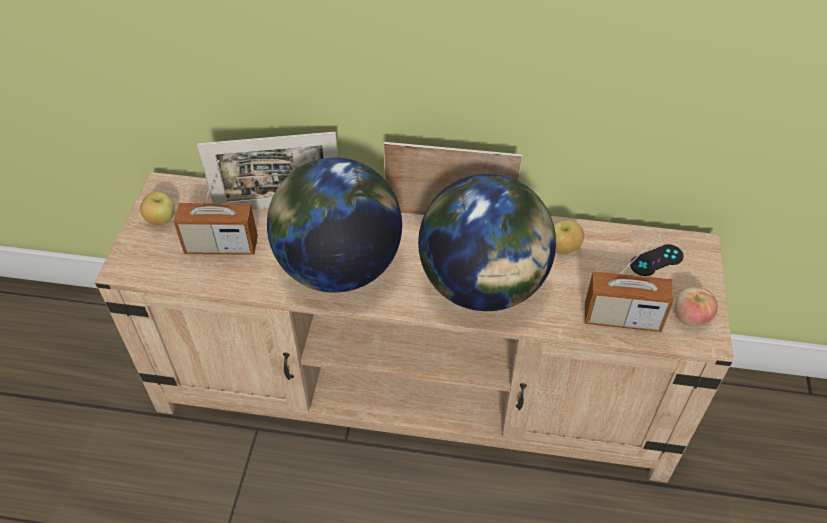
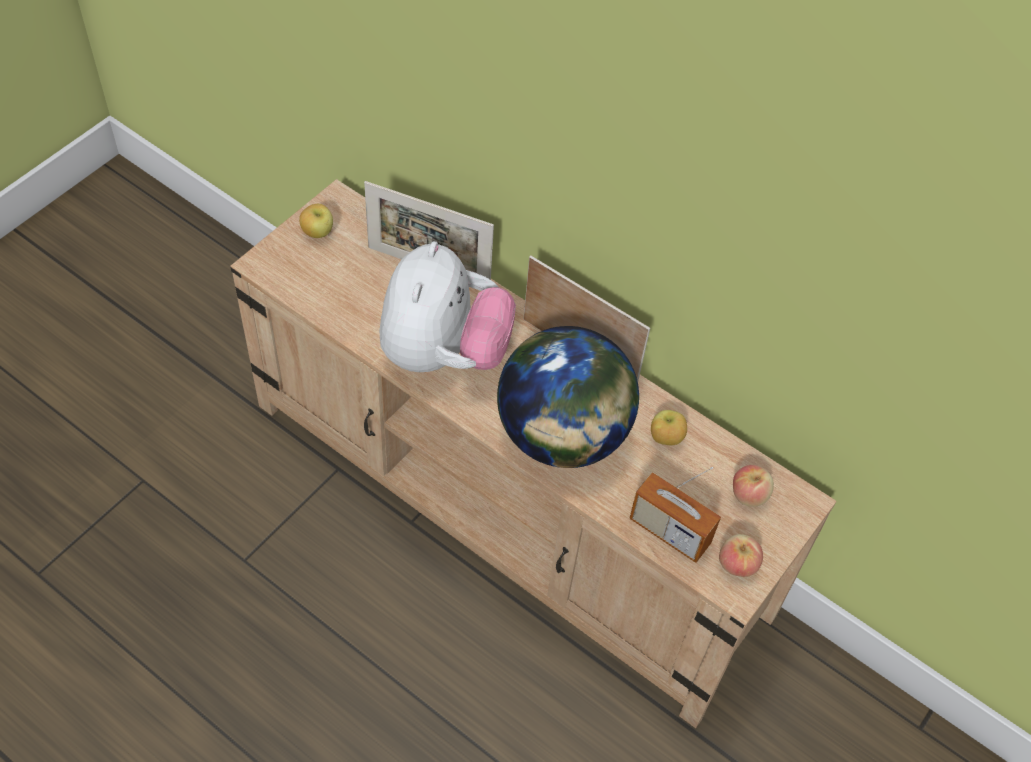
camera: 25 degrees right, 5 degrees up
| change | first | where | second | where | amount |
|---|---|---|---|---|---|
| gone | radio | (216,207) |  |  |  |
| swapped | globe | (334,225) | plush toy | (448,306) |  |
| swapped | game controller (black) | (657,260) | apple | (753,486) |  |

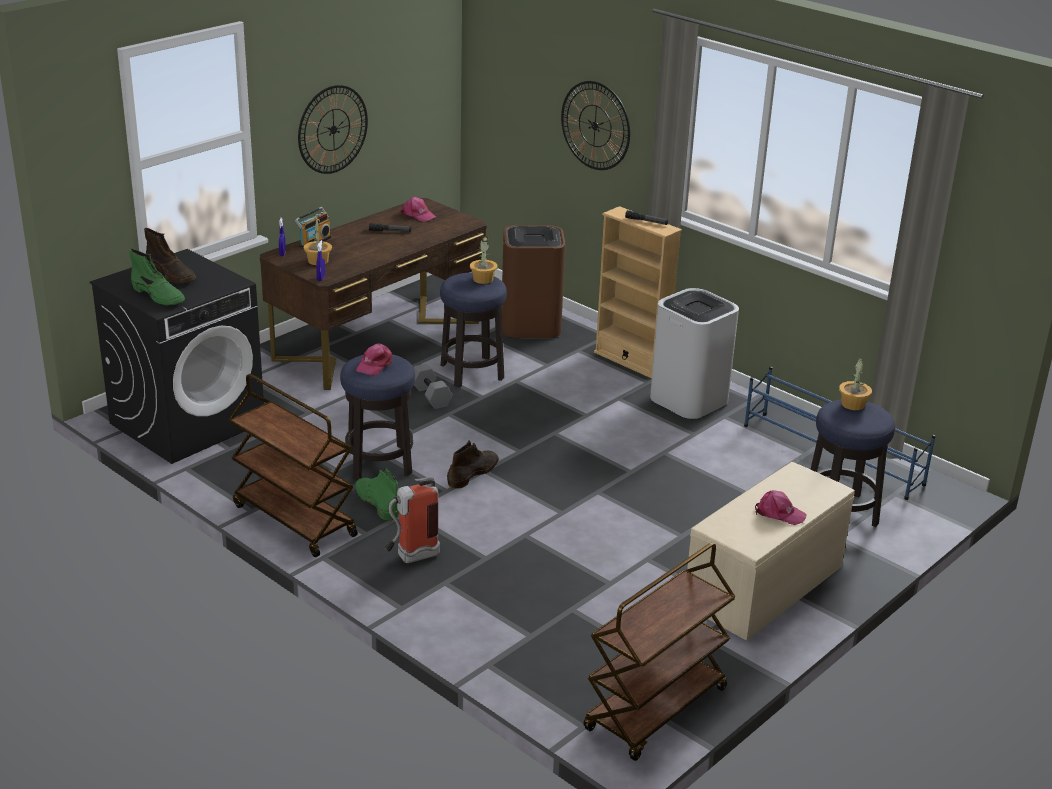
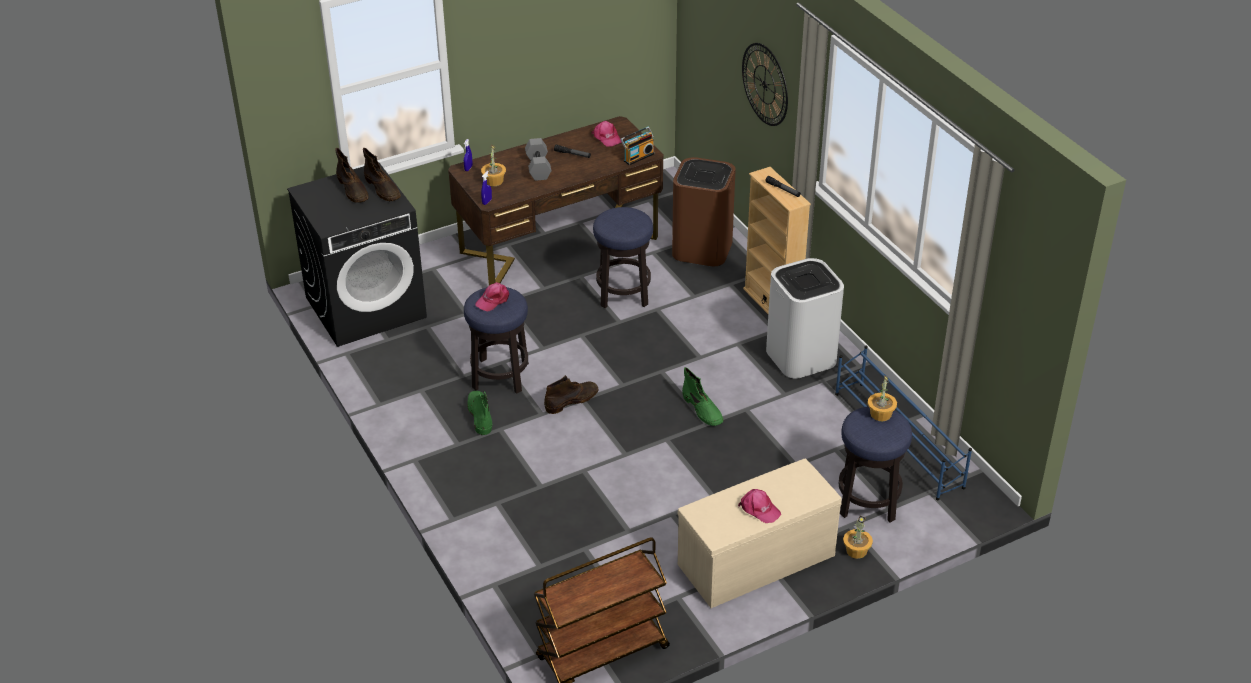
camera: 20 degrees right, 10 degrees up
| change | first | where | second | where | amount |
|---|---|---|---|---|---|
| gone | cart (brown) | (293,465) |  |  |  |
| gone | wall clock | (333,129) |  |  |  |
| gone | fire extinguisher | (412,519) |  |  |  |
| new |  |  | boot (brown) | (382,174) |  |
| shifted | boot (green) | (157,276) |  | (703,396) |  |
| shifted | radio | (313,227) |  | (637,146) |  |
| shifted | dumbbell (grey) | (433,386) |  | (538,159) |  |
| shifted | potted plant | (483,260) |  | (858,537) |  |

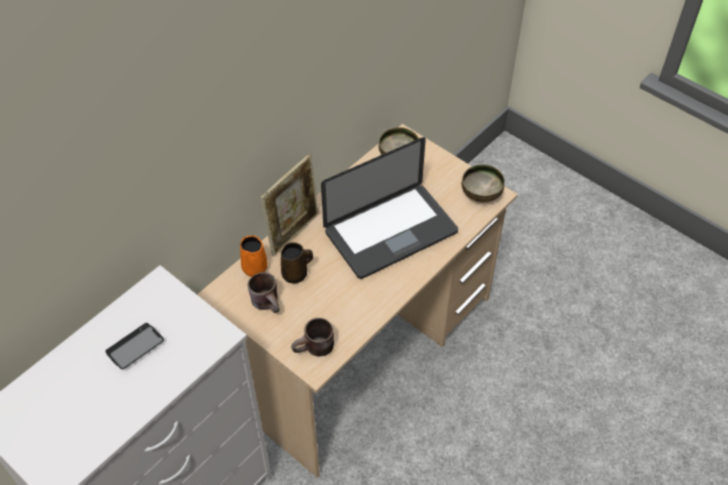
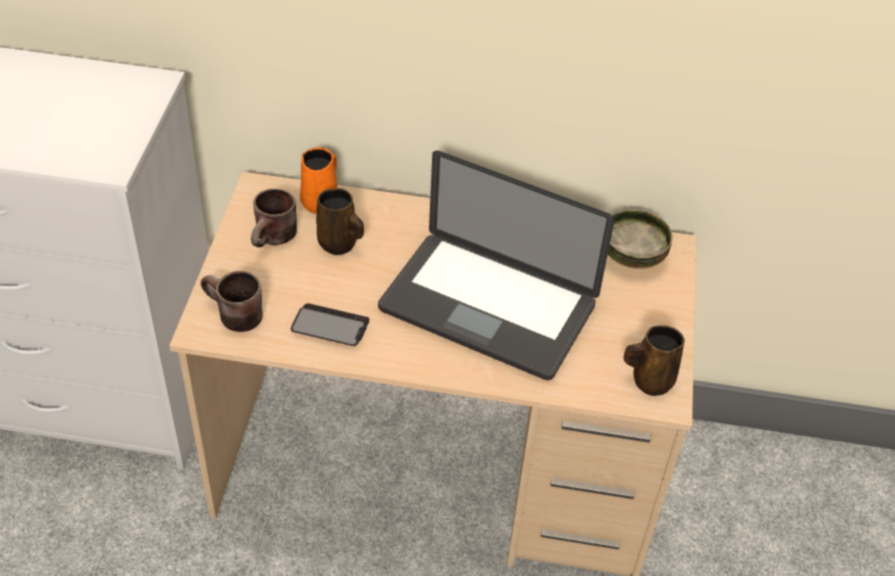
camera: 55 degrees right, 5 degrees down
| change | first | where | second | where | amount |
|---|---|---|---|---|---|
| gone | picture frame | (289,205) |  |  |  |
| shifted | phone | (134,346) |  | (330,324) |  |
| swapped | bowl | (483,183) | mug (brown) | (654,360) |  |

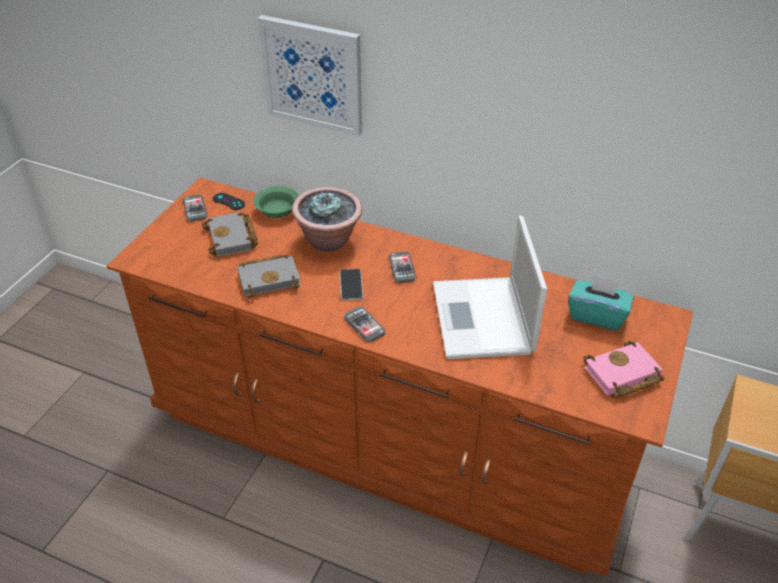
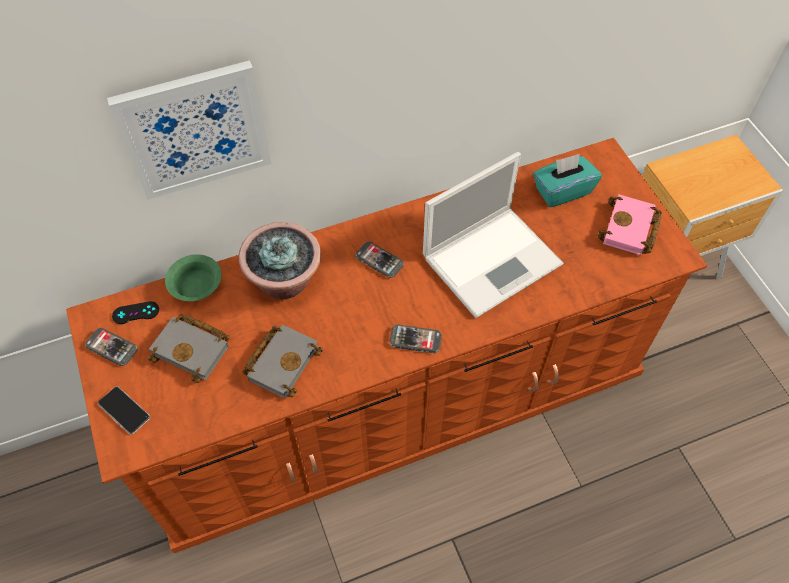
camera: 45 degrees left, 15 degrees up
| change | first | where | second | where | amount |
|---|---|---|---|---|---|
| shifted | phone | (351,285) |  | (124,410) |  |
| rotated | laptop | (490,287) |  | (493,235) | 75 degrees counterclockwise |

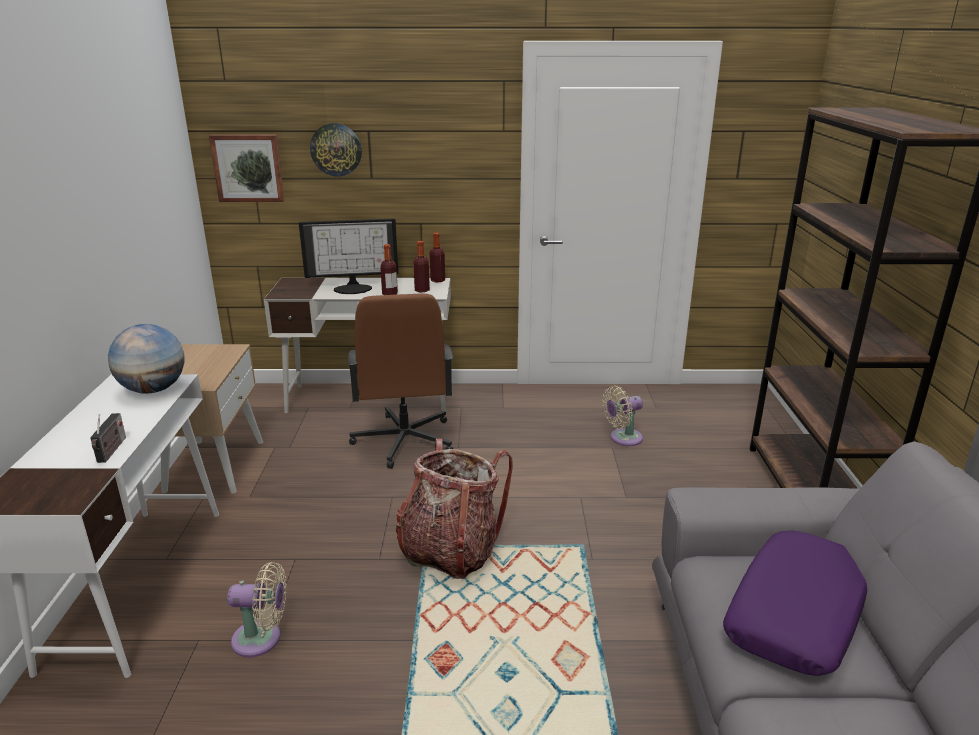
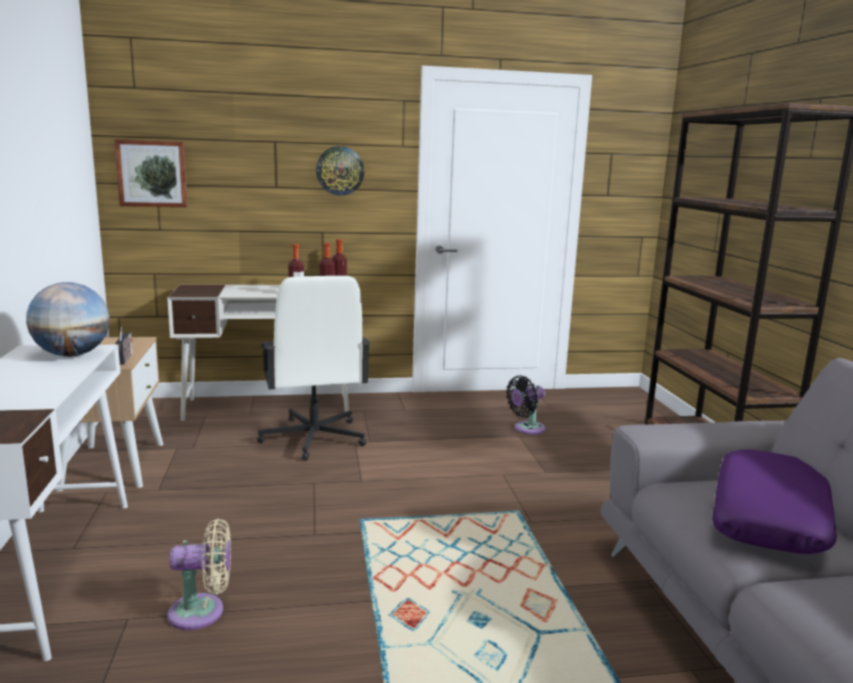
camera: 10 degrees left, 10 degrees down
| change | first | where | second | where | amount |
|---|---|---|---|---|---|
| gone | monitor | (348,256) |  |  |  |
| gone | backpack | (454,508) |  |  |  |
| shifted | radio | (108,438) |  | (124,346) |  |
| shifted | wall clock | (336,149) |  | (340,171) |  |
| repainted | office chair (brown) | (400,381) | office chair (white) | (313,368) |  |
| repainted | fan (beige) | (623,416) | fan (black) | (526,405) |  |

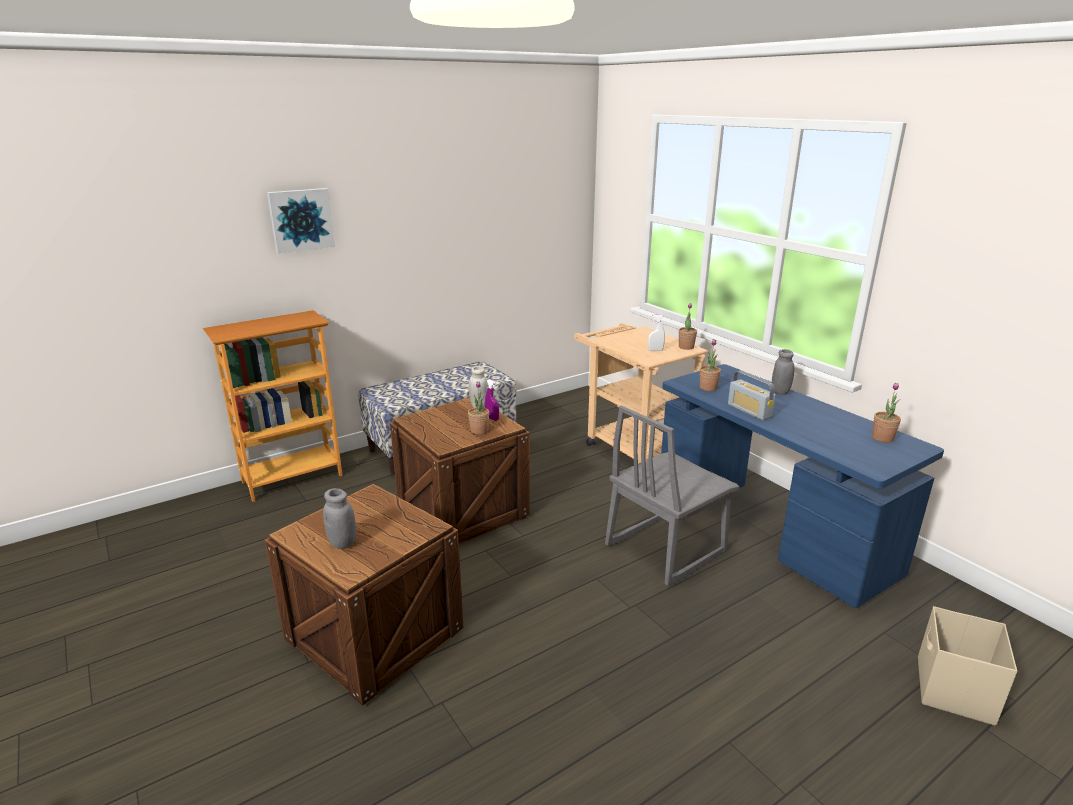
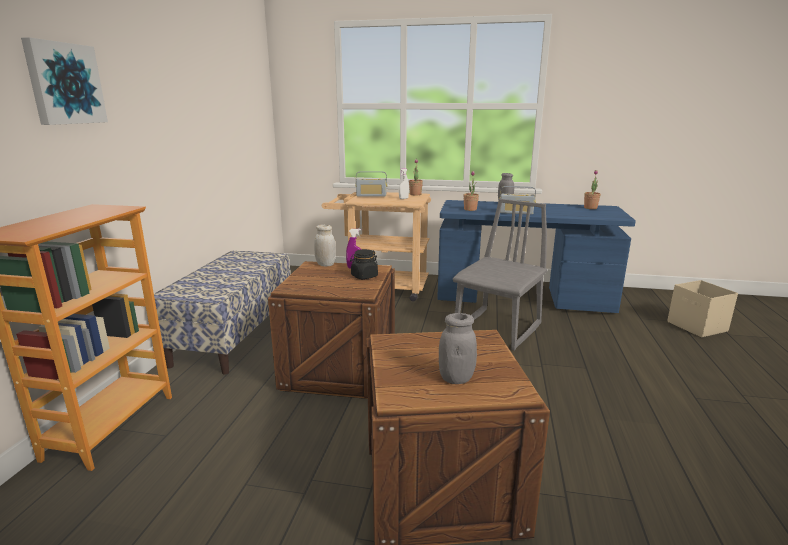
camera: 45 degrees left, 5 degrees down
| change | first | where | second | where | amount |
|---|---|---|---|---|---|
| new |  |  | radio | (371,184) |  |
| swapped | potted plant | (478,407) | jar (black) | (364,264) |  |
| rotated | chair (grey) | (672,495) |  | (500,275) | 150 degrees counterclockwise |

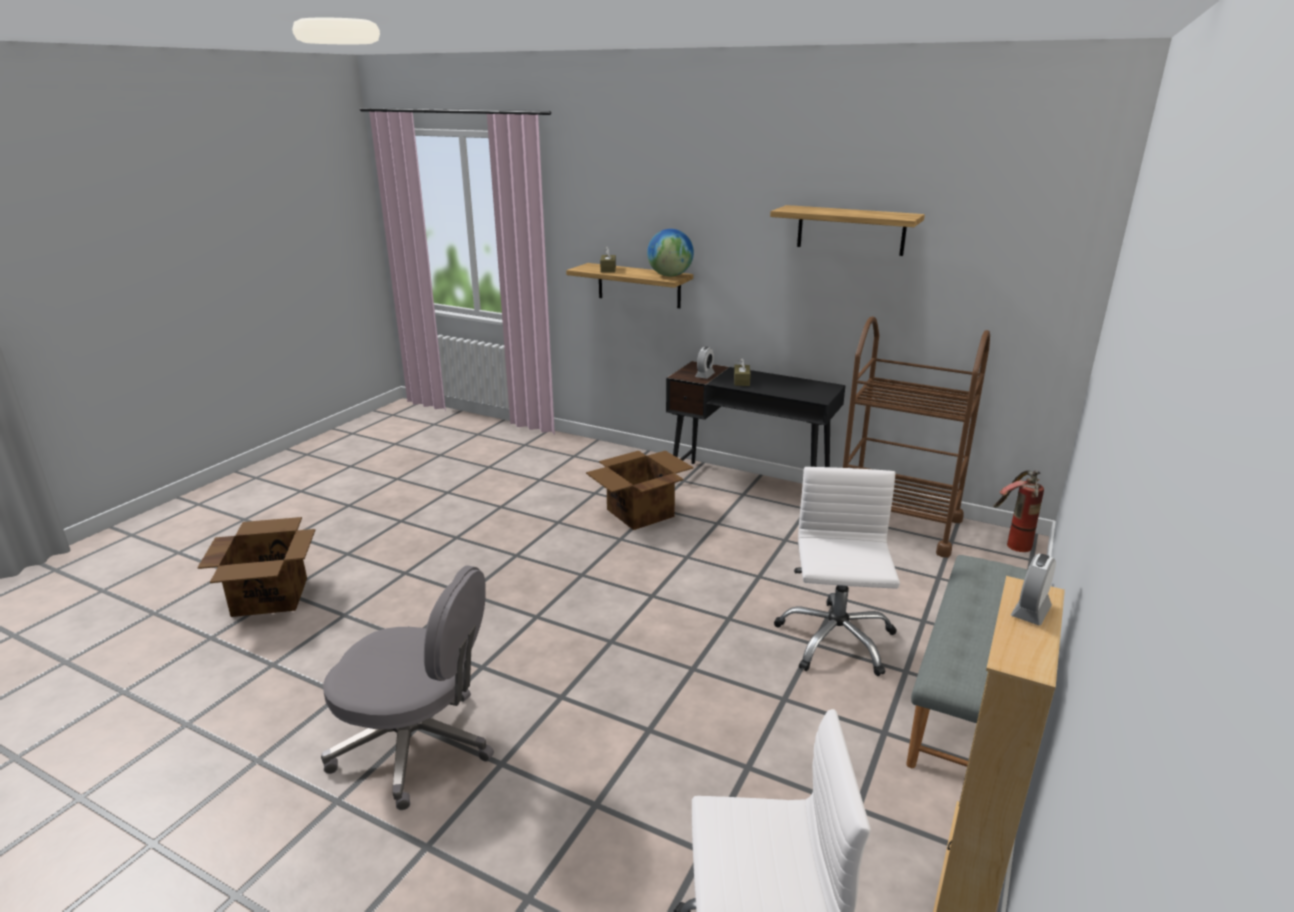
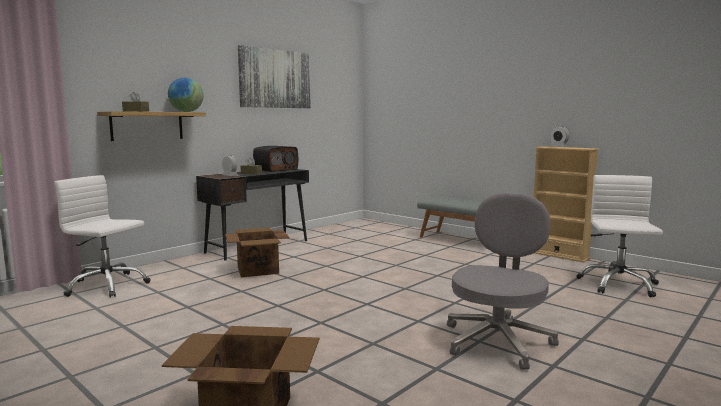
camera: 75 degrees left, 15 degrees down
| change | first | where | second | where | amount |
|---|---|---|---|---|---|
| gone | cart (brown) | (916,437) |  |  |  |
| gone | fire extinguisher | (1019,511) |  |  |  |
| new |  |  | radio | (275,159) |  |
| shifted | office chair (white) | (837,571) |  | (102,236) |  |
| swapped | shelf | (847,230) | picture | (274,76) |  |

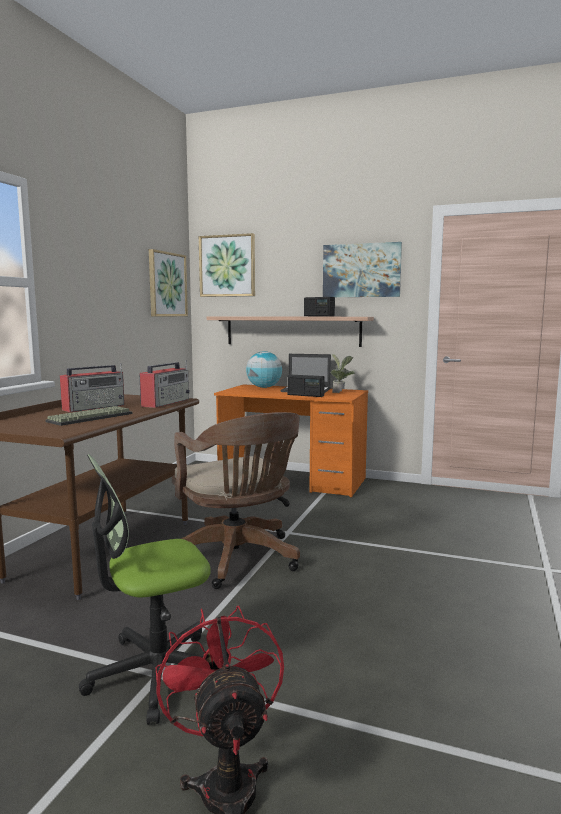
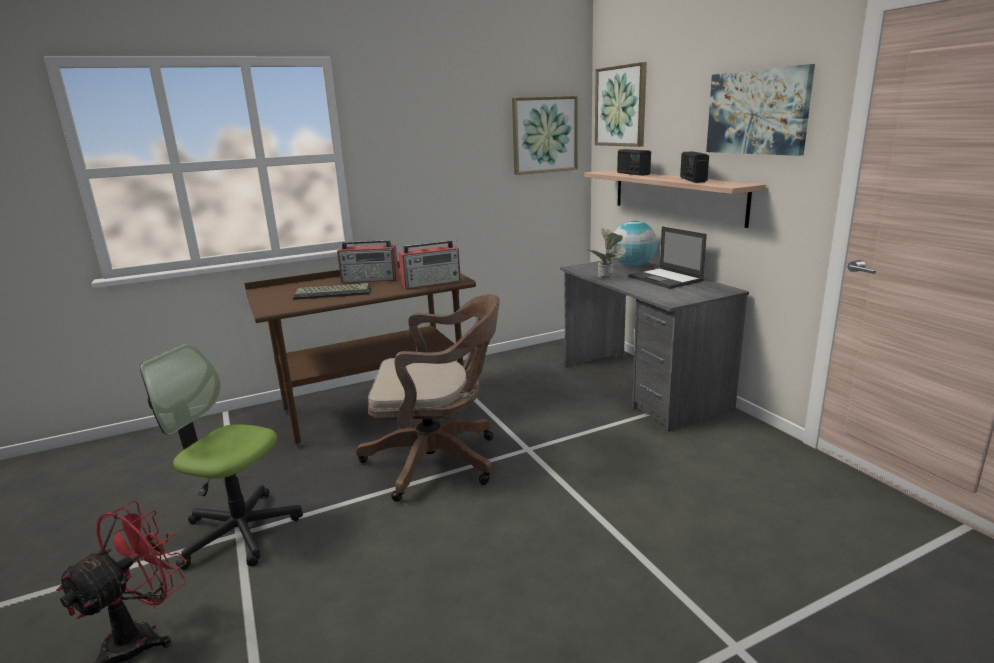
camera: 45 degrees right, 10 degrees up
| change | first | where | second | where | amount |
|---|---|---|---|---|---|
| shifted | radio | (306,386) |  | (634,162) |  |
| shifted | potted plant | (343,373) |  | (607,252) |  |
| repainted | desk (orange) | (291,441) | desk (grey) | (654,345) |  |
| rotated | office chair (brown) | (236,500) |  | (428,398) | 105 degrees counterclockwise |

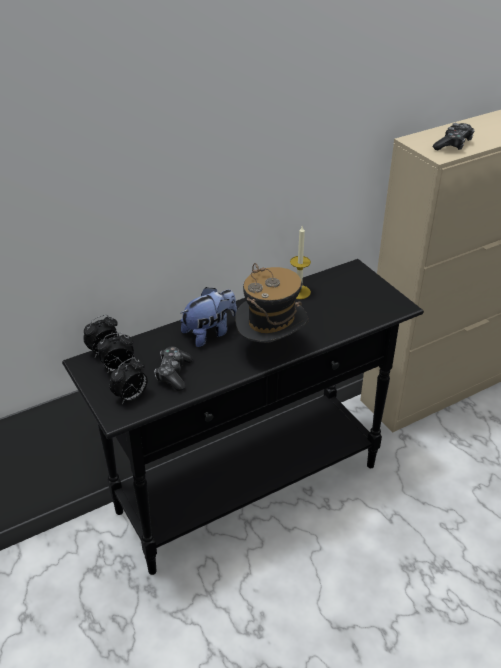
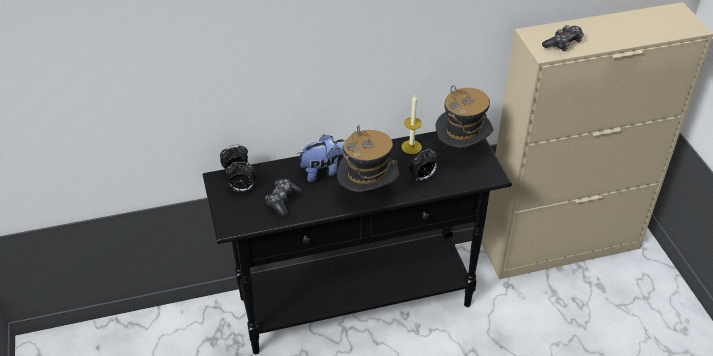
camera: 15 degrees right, 5 degrees up
| change | first | where | second | where | amount |
|---|---|---|---|---|---|
| new |  |  | hat | (464,116) |  |
| shifted | alarm clock | (128,380) |  | (423,165) |  |

